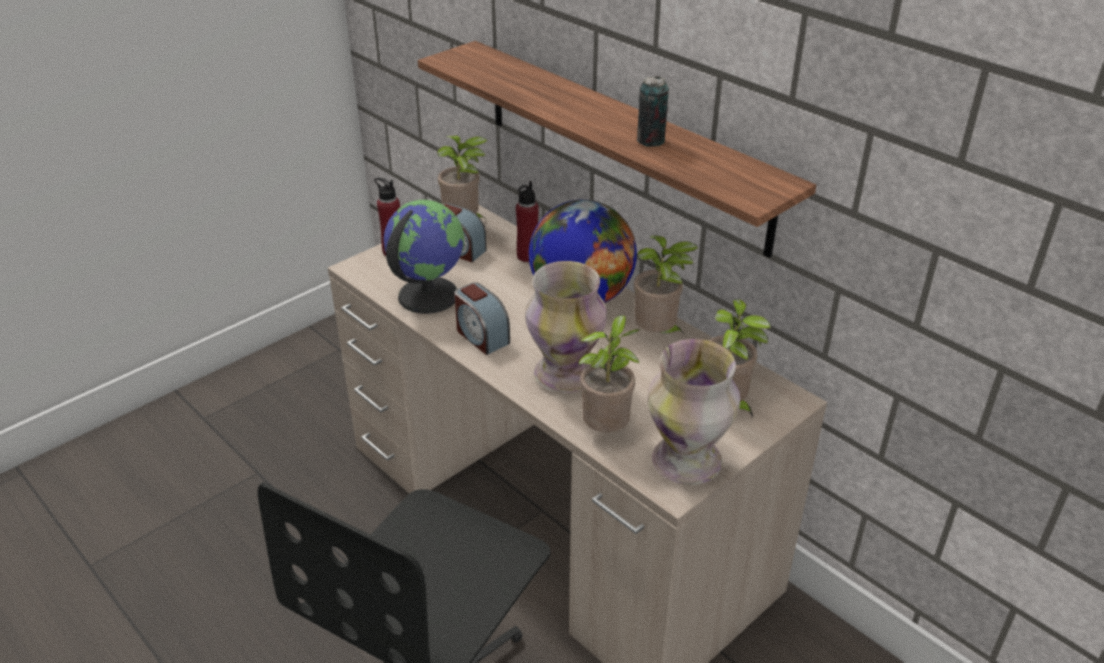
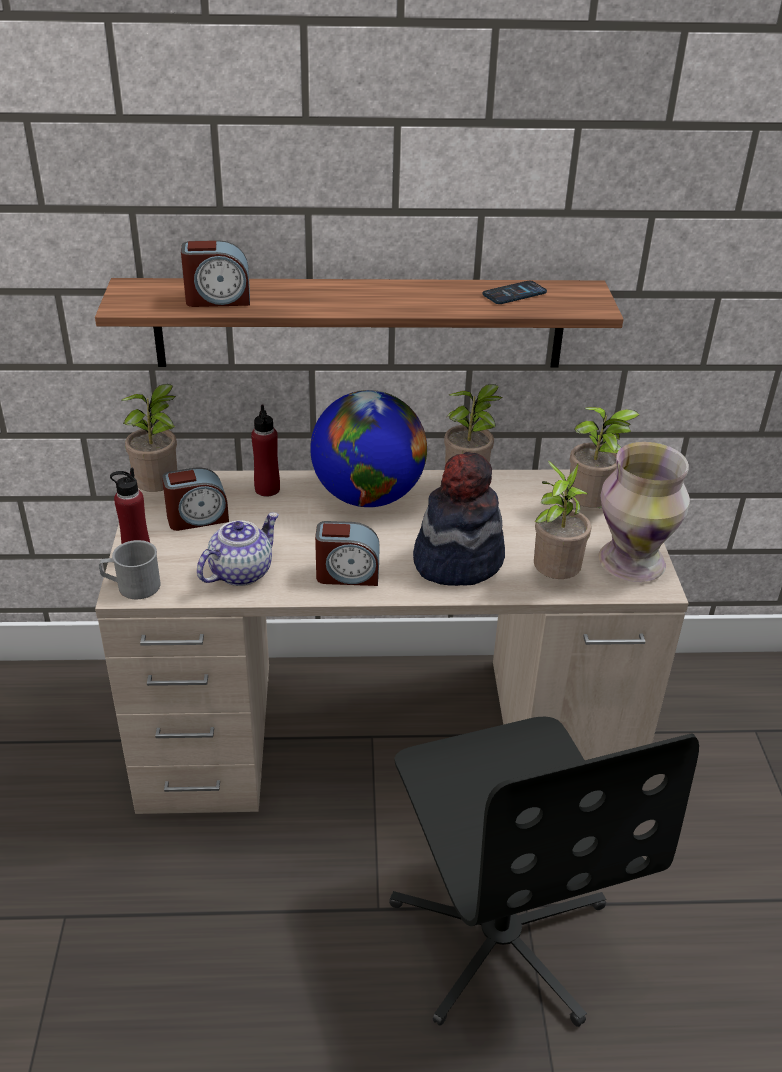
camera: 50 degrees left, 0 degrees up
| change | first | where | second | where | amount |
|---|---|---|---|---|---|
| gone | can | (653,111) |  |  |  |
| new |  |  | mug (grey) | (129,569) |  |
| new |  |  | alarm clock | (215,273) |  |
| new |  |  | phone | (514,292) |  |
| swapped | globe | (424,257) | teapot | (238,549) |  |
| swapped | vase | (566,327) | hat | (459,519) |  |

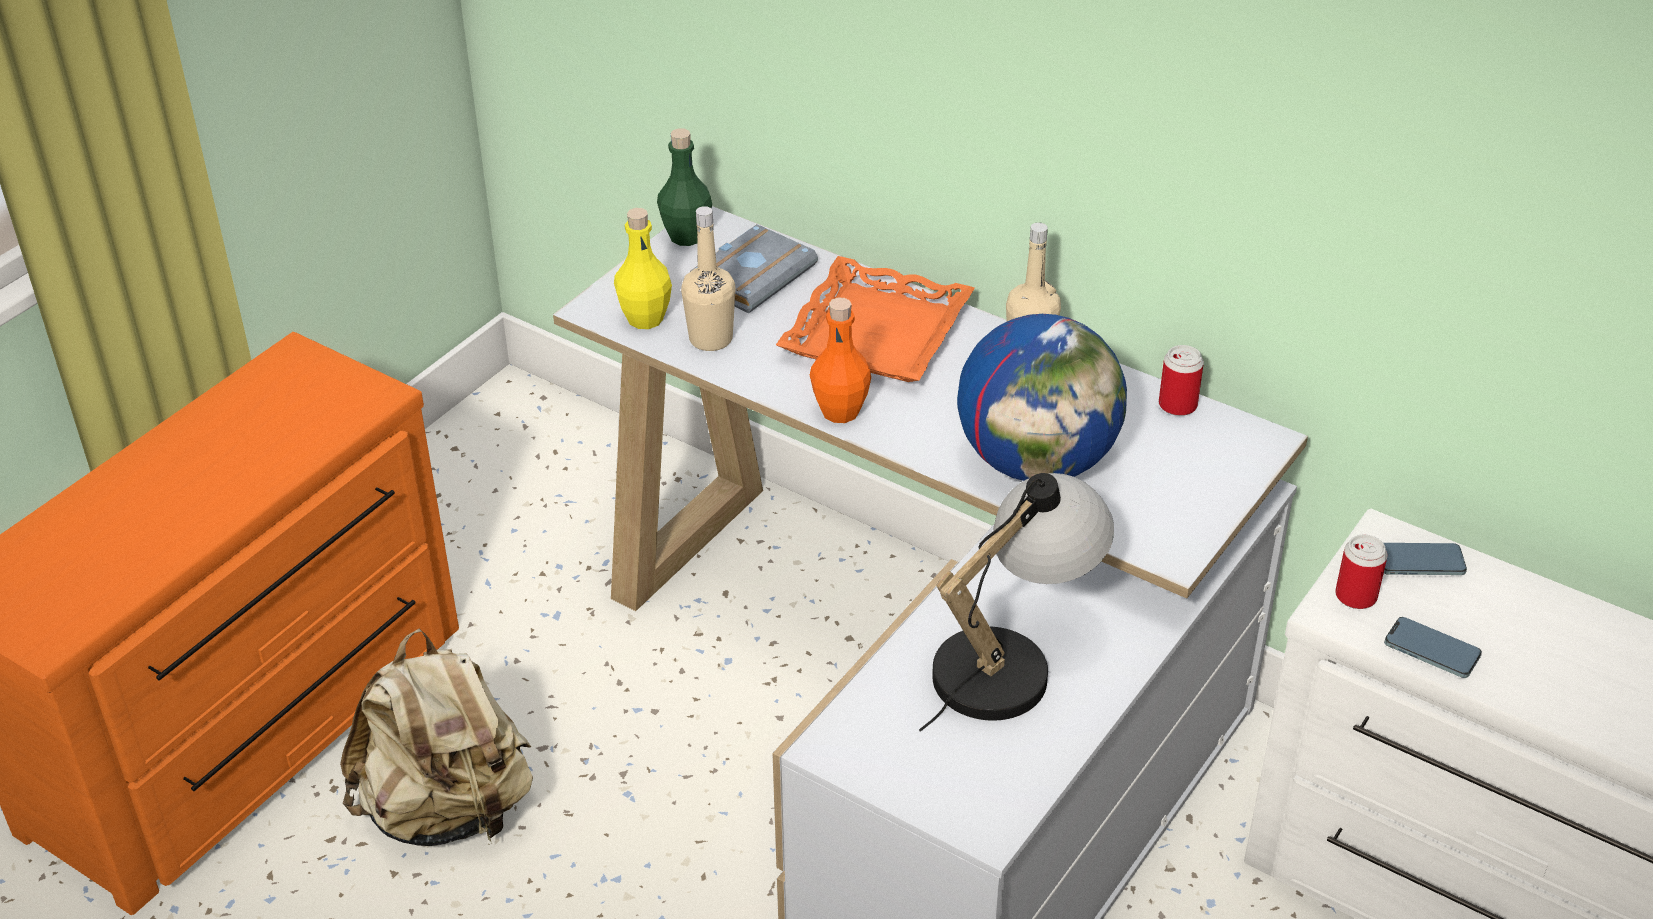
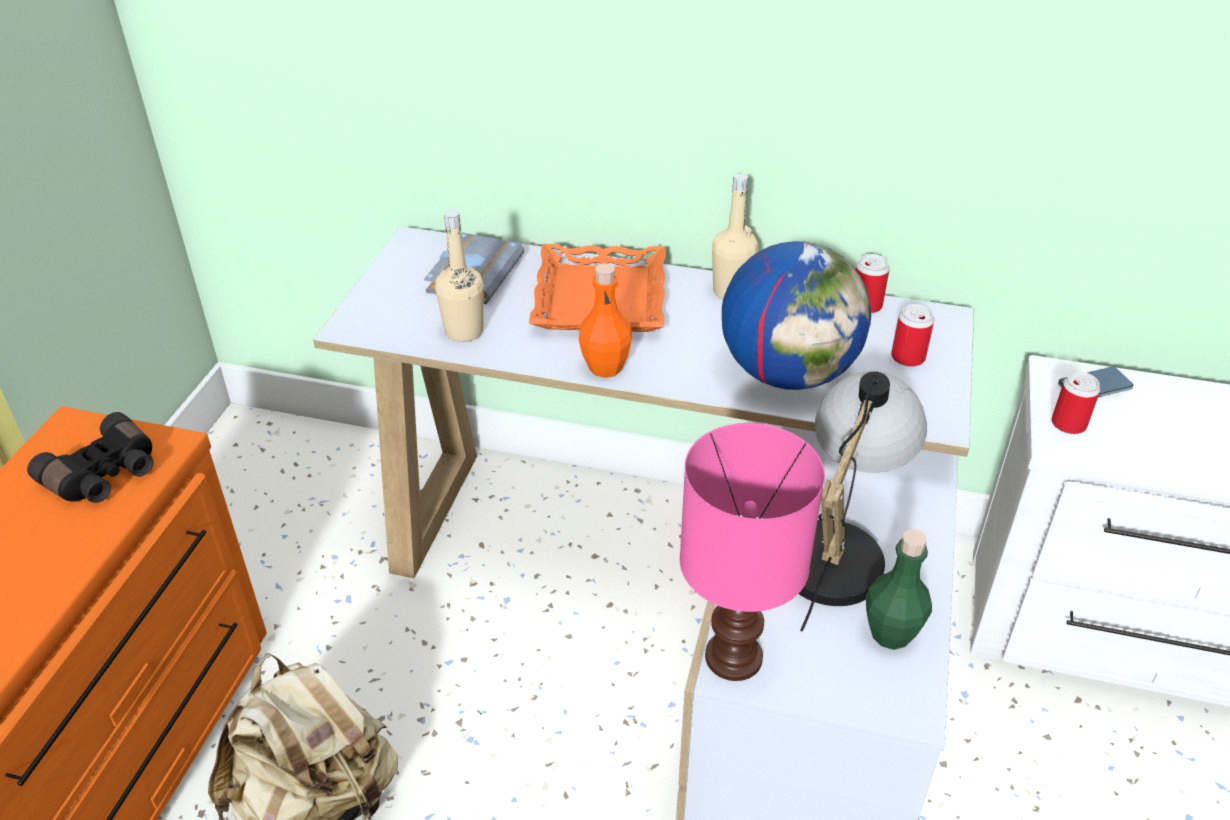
camera: 20 degrees left, 0 degrees up
| change | first | where | second | where | amount |
|---|---|---|---|---|---|
| gone | bottle (yellow) | (643,268) |  |  |  |
| gone | phone | (1433,647) |  |  |  |
| new |  |  | binoculars (black) | (90,457) |  |
| new |  |  | table lamp (pink) | (752,552) |  |
| new |  |  | can | (912,335) |  |
| shifted | bottle (green) | (684,187) |  | (899,589) |  |

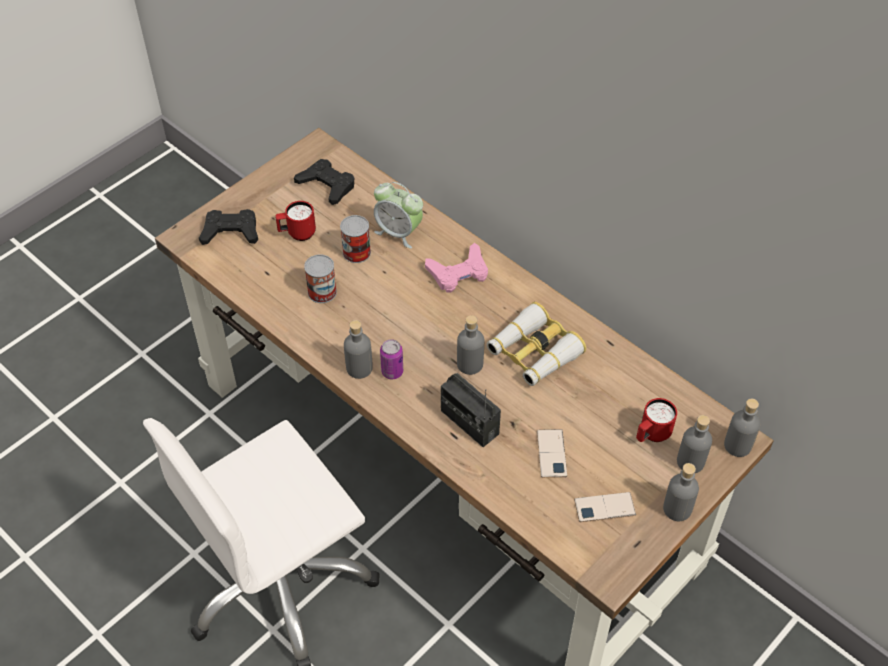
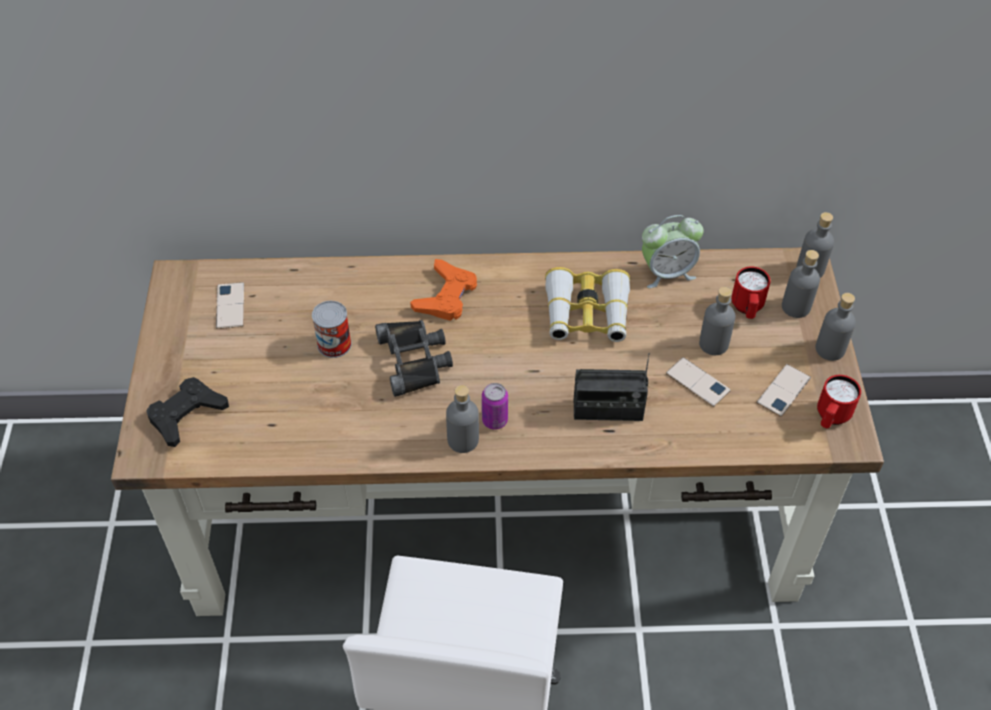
camera: 45 degrees left, 0 degrees up
| change | first | where | second | where | amount |
|---|---|---|---|---|---|
| gone | can | (320,278) |  |  |  |
| new |  |  | binoculars (black) | (414,358) |  |
| shifted | mug (red) | (295,221) |  | (839,401) |  |
| shifted | alarm clock | (398,215) |  | (673,251) |  |
| shifted | bottle (grey) | (470,345) |  | (717,321) |  |
| swapped | game controller (black) | (324,182) | phone | (230,305) |  |
| repainted | game controller (pink) | (456,267) | game controller (orange) | (443,290) |  |

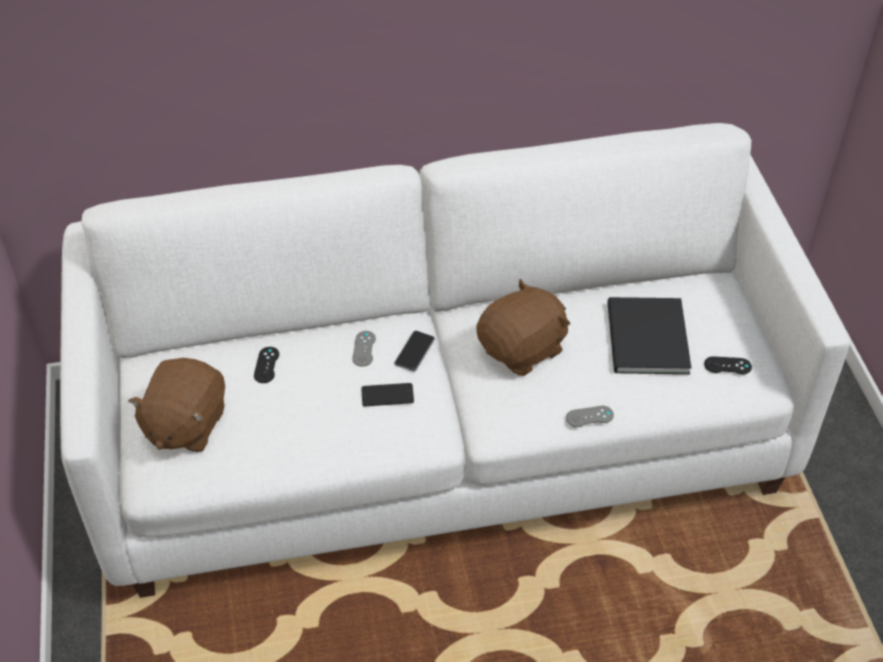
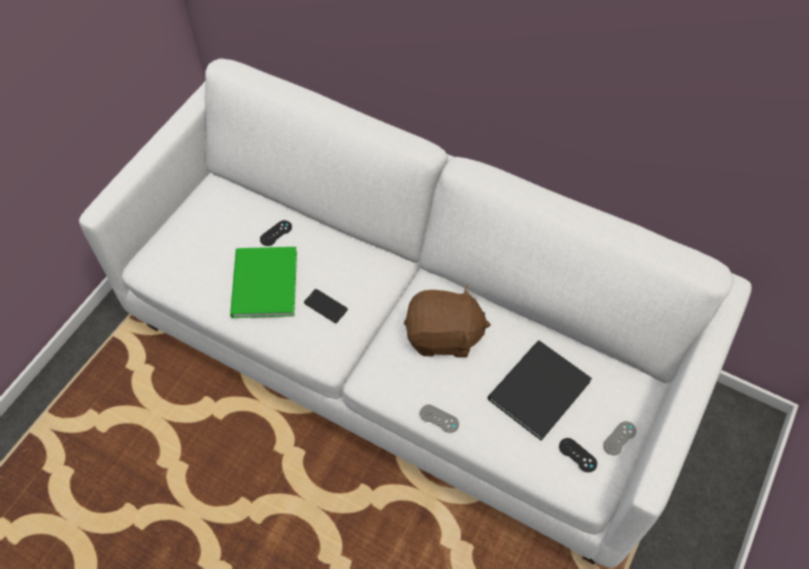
camera: 40 degrees right, 10 degrees up
| change | first | where | second | where | amount |
|---|---|---|---|---|---|
| gone | plush toy (brown) | (176,405) |  |  |  |
| gone | phone | (414,351) |  |  |  |
| new |  |  | book (green) | (263,282) |  |
| shifted | game controller (grey) | (364,349) |  | (620,438) |  |

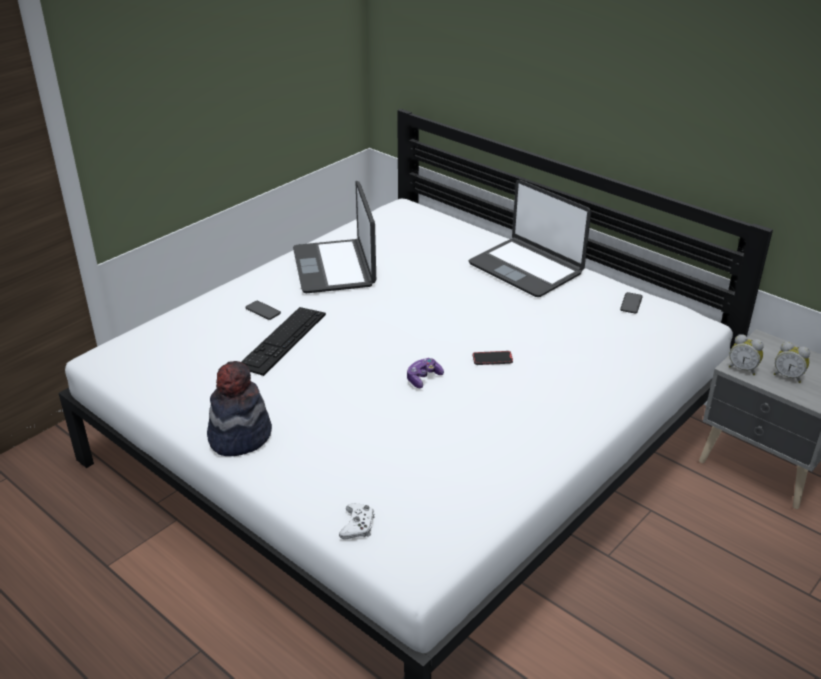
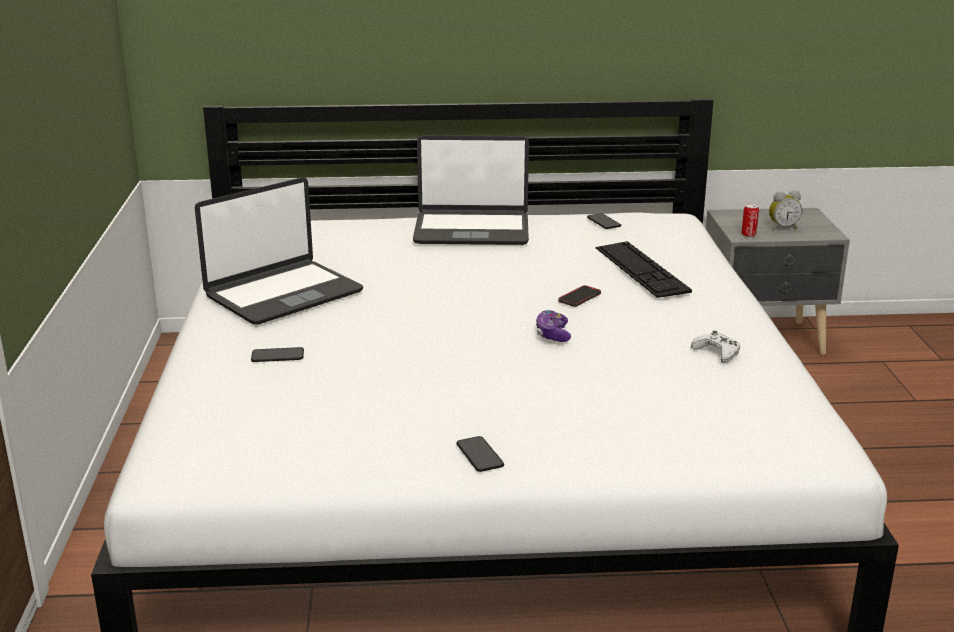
camera: 45 degrees left, 10 degrees down
| change | first | where | second | where | amount |
|---|---|---|---|---|---|
| shifted | keyboard | (283,341) |  | (644,269) |  |
| shifted | game controller (white) | (357,521) |  | (715,347) |  |
| swapped | hat | (239,408) | phone | (480,454) |  |
| swapped | alarm clock | (746,354) | can | (750,220) |  |
| rotated | laptop | (335,237) |  | (279,251) | 75 degrees counterclockwise |

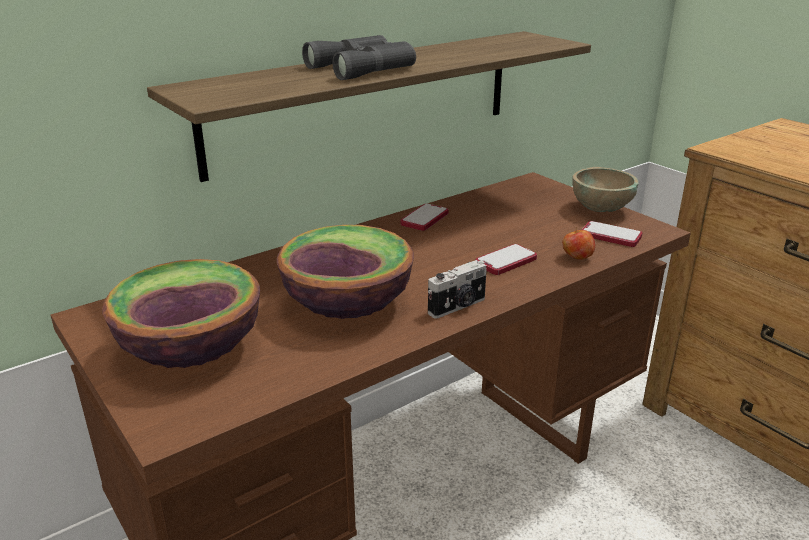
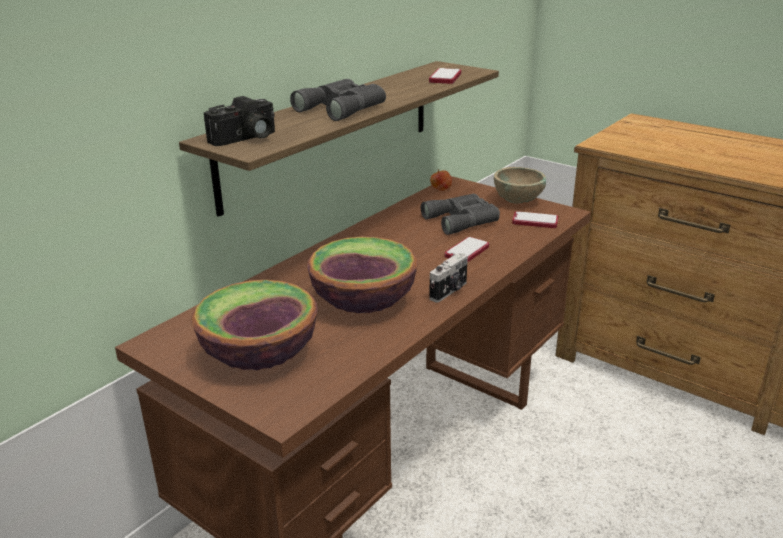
camera: 15 degrees left, 0 degrees up
| change | first | where | second | where | amount |
|---|---|---|---|---|---|
| new |  |  | photo camera | (239,121) |  |
| new |  |  | binoculars (grey) | (460,214) |  |
| shifted | phone | (424,217) |  | (445,76) |  |
| shifted | apple | (578,243) |  | (441,180) |  |

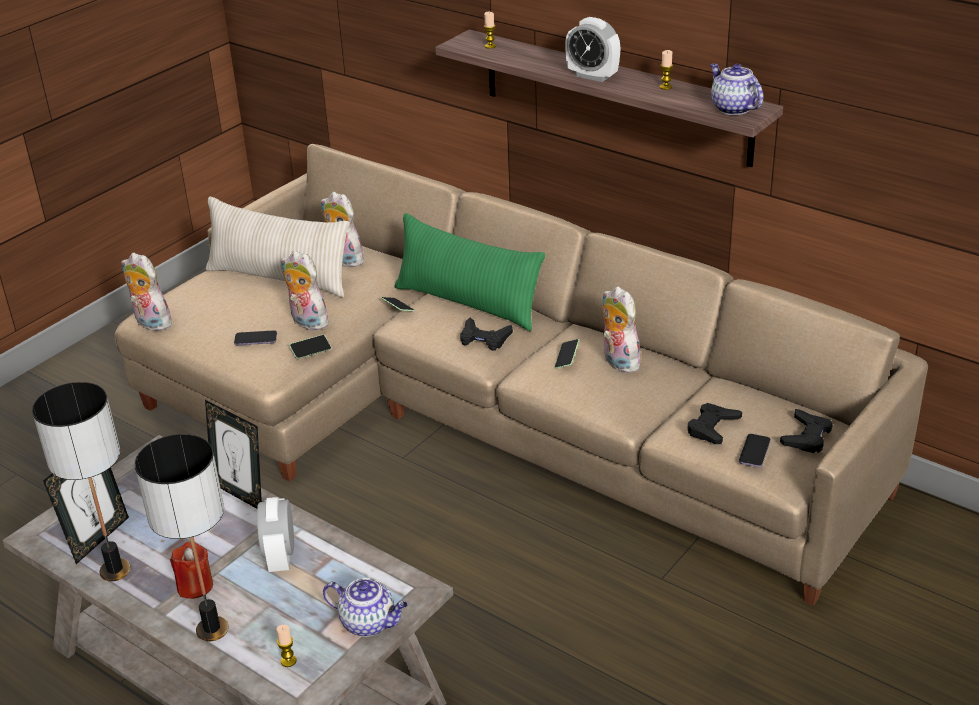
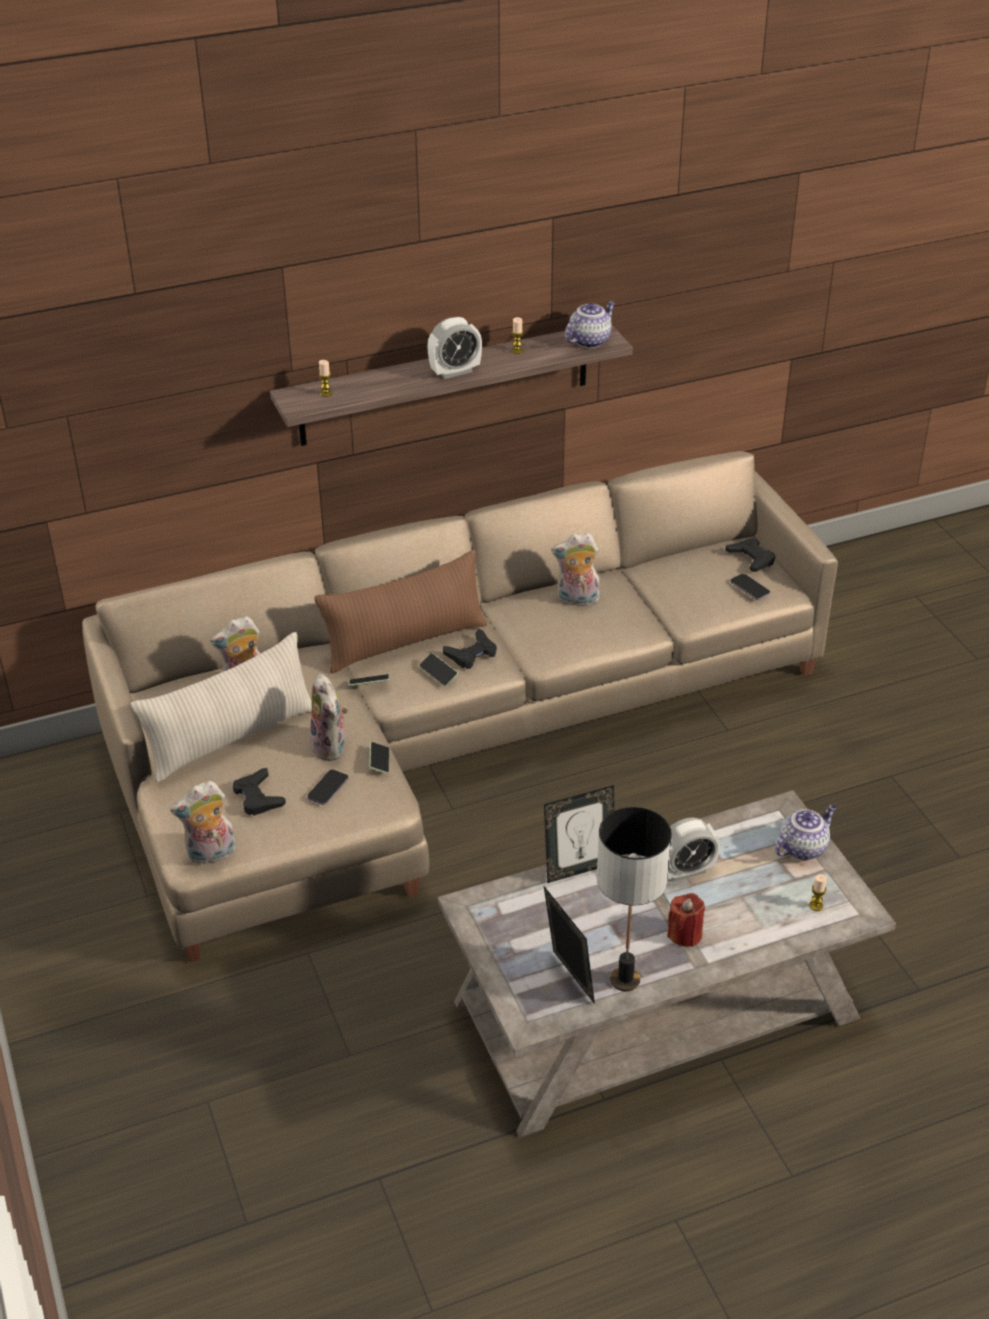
camera: 60 degrees left, 5 degrees up
| change | first | where | second | where | amount |
|---|---|---|---|---|---|
| gone | table lamp | (182,538) |  |  |  |
| shifted | phone | (566,354) |  | (438,669) |  |
| shifted | game controller (black) | (715,423) |  | (259,791) |  |
| repainted | pillow (green) | (470,272) | pillow (brown) | (400,612) |  |
| rotated | alarm clock | (275,534) |  | (694,850) | 45 degrees counterclockwise |
| rotated | plush toy | (306,290) |  | (329,717) | 90 degrees counterclockwise |
| rotated | teapot | (736,89) |  | (590,324) | 135 degrees clockwise |

